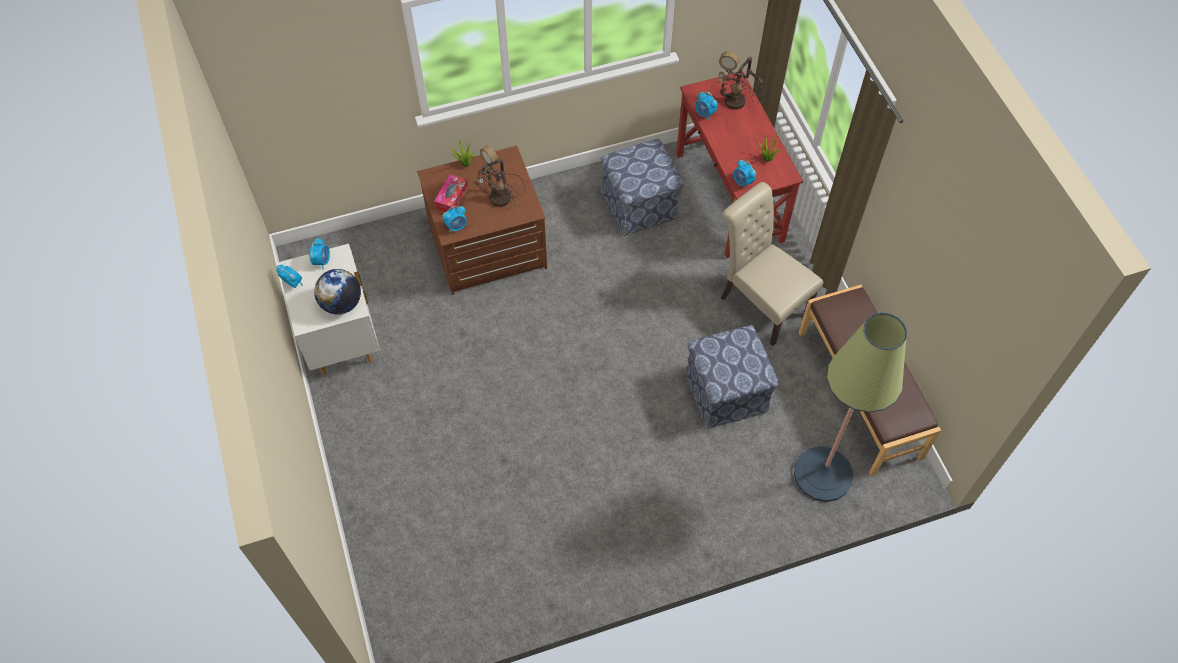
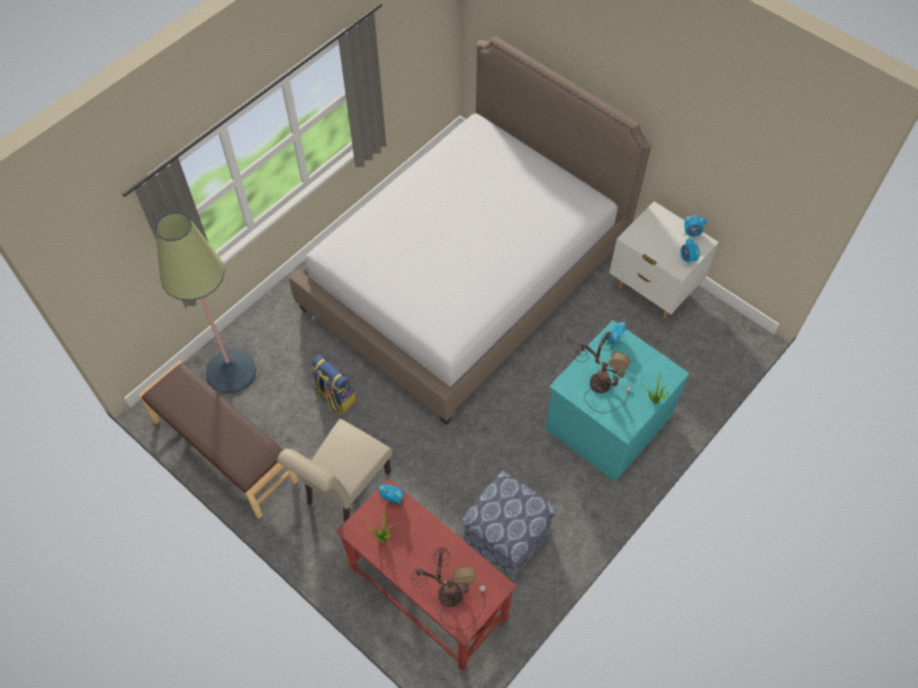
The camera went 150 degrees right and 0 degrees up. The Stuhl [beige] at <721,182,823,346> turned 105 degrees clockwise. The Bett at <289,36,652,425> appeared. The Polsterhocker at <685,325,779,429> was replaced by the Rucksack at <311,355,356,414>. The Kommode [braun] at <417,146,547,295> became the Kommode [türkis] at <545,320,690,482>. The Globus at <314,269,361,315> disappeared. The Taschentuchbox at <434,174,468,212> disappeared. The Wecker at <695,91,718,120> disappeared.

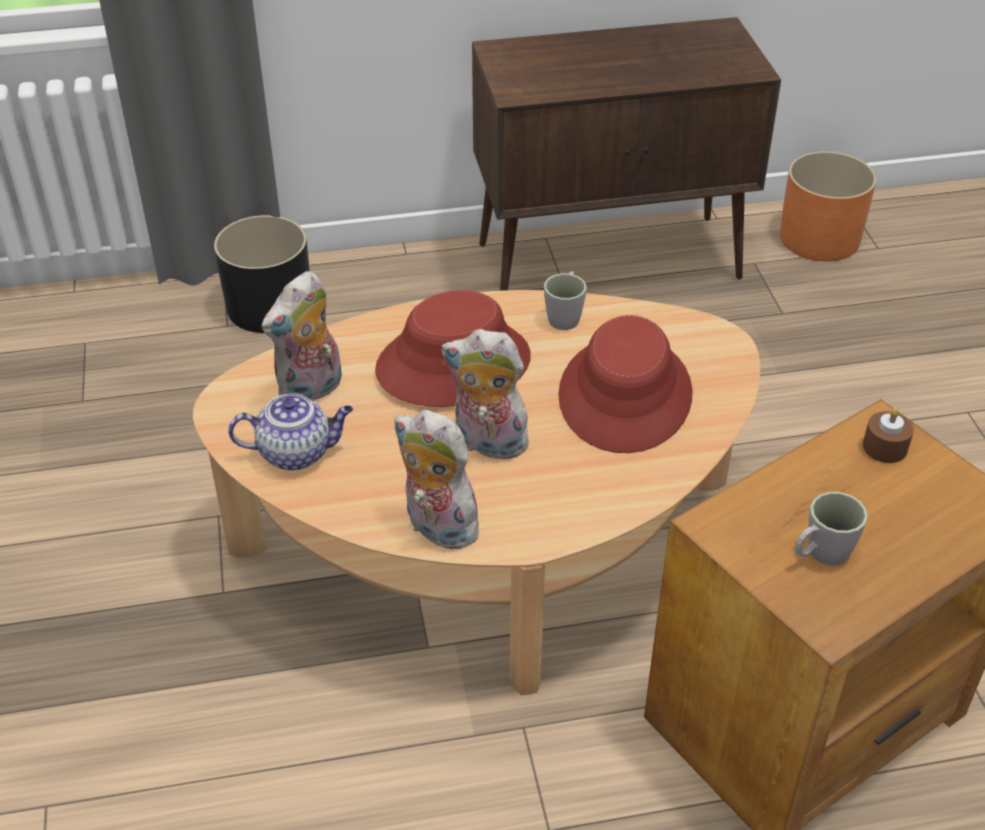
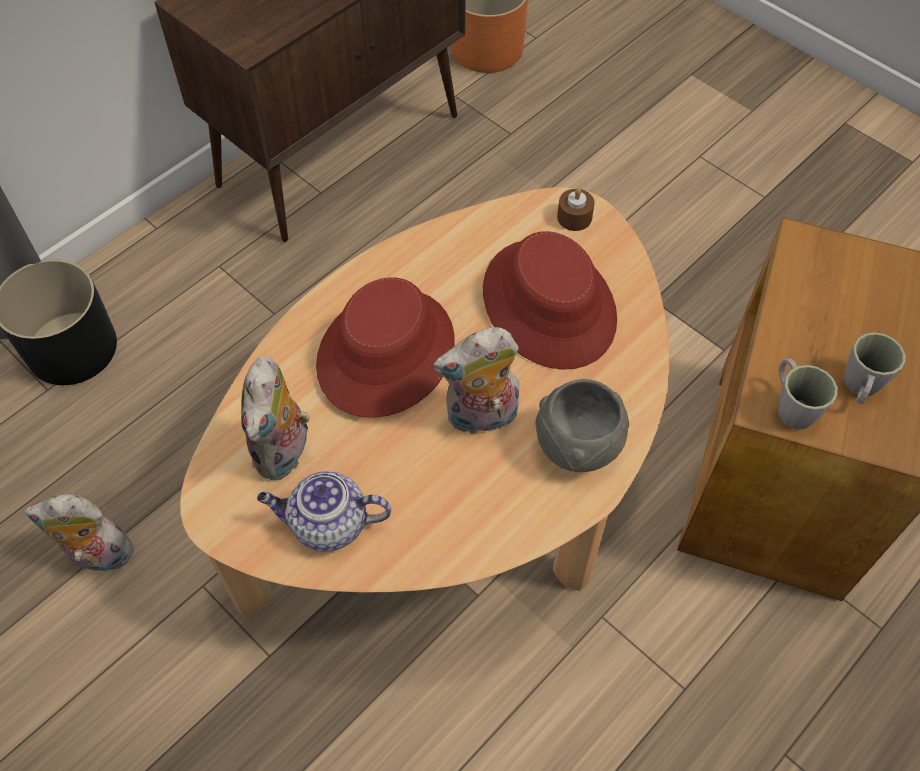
The camera went 35 degrees left and 15 degrees up. The Plüschtier moved from <394,410,487,549> to <24,494,136,572>. The Teekanne at <228,394,353,471> turned 135 degrees counterclockwise. The Schüssel [grau] at <536,379,629,472> appeared. The Kerze [braun] moved from <863,408,914,463> to <557,188,595,231>. The Henkelbecher [grau] moved from <544,271,587,330> to <778,358,838,430>.

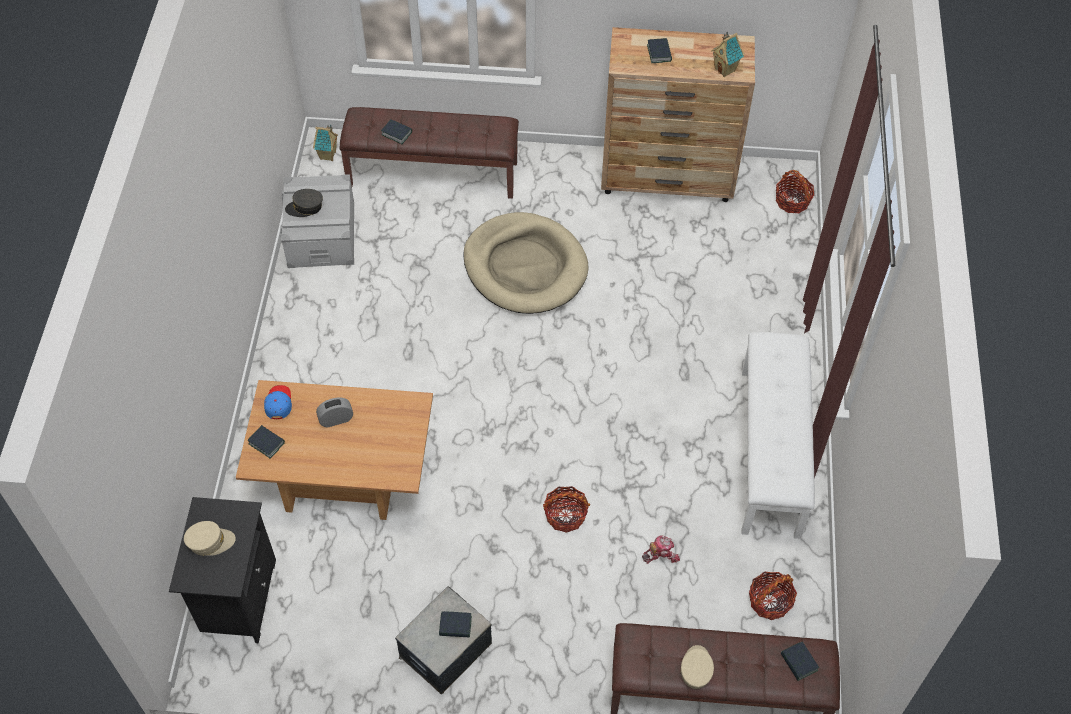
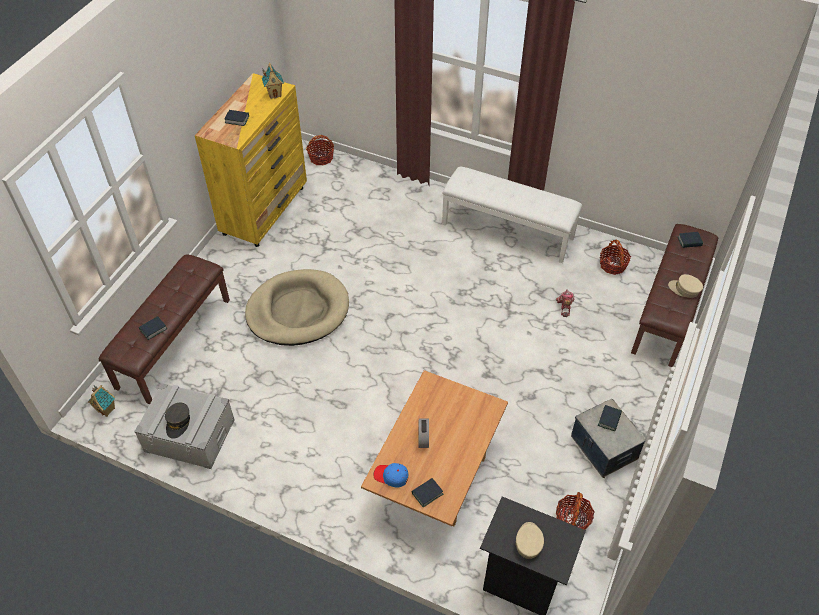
The camera went 70 degrees left and 5 degrees down. The Kommode [braun] at <601,27,755,202> became the Kommode [gelb] at <195,73,307,247>. The Korb moved from <543,486,590,533> to <556,492,595,530>.

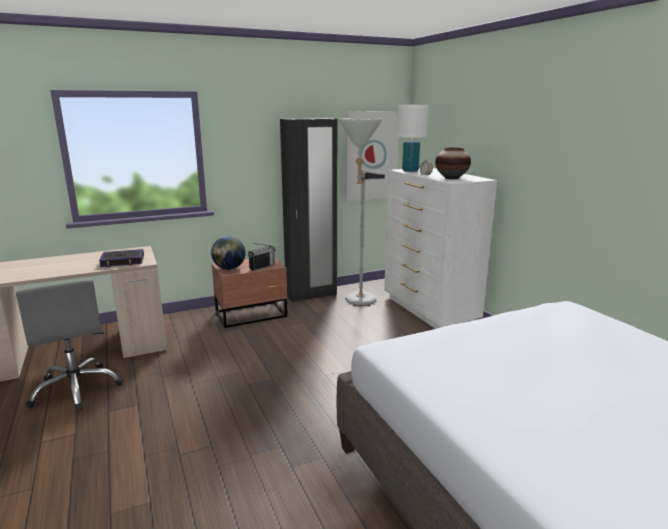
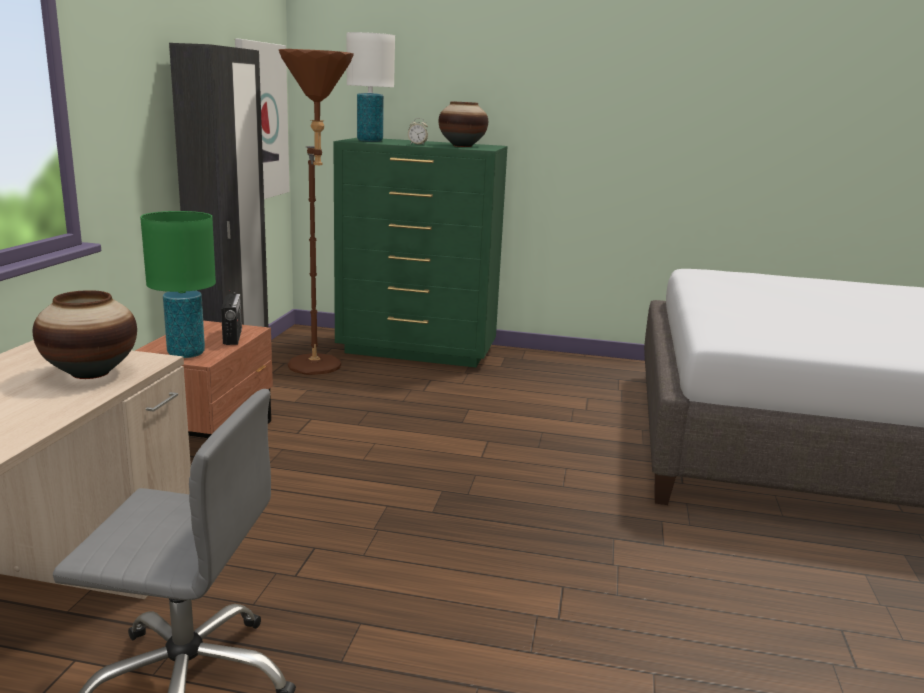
The camera went 55 degrees left and 0 degrees up. The Buch at <99,249,144,267> was replaced by the Vase at <33,290,137,379>. The Globus at <211,236,246,270> was replaced by the Tischlampe [grün] at <140,211,216,358>. The Stehlampe [grau] at <339,118,382,305> became the Stehlampe [braun] at <279,49,354,375>. The Kommode [weiß] at <384,168,497,329> became the Kommode [grün] at <333,138,508,368>.

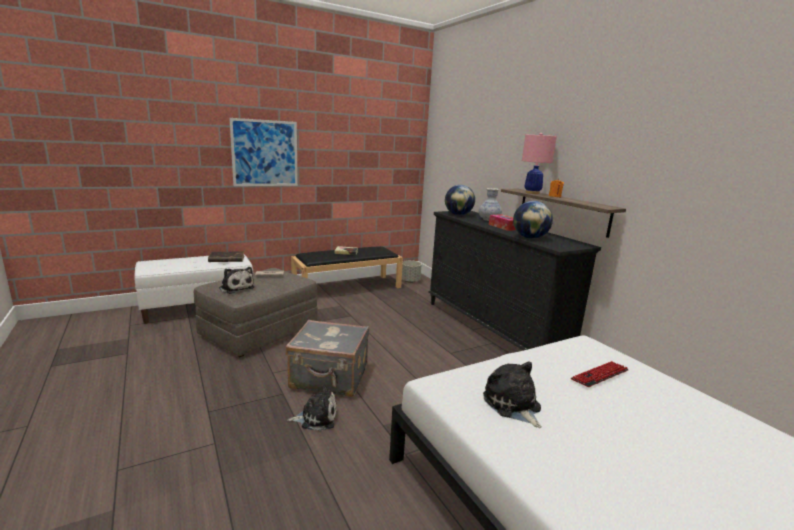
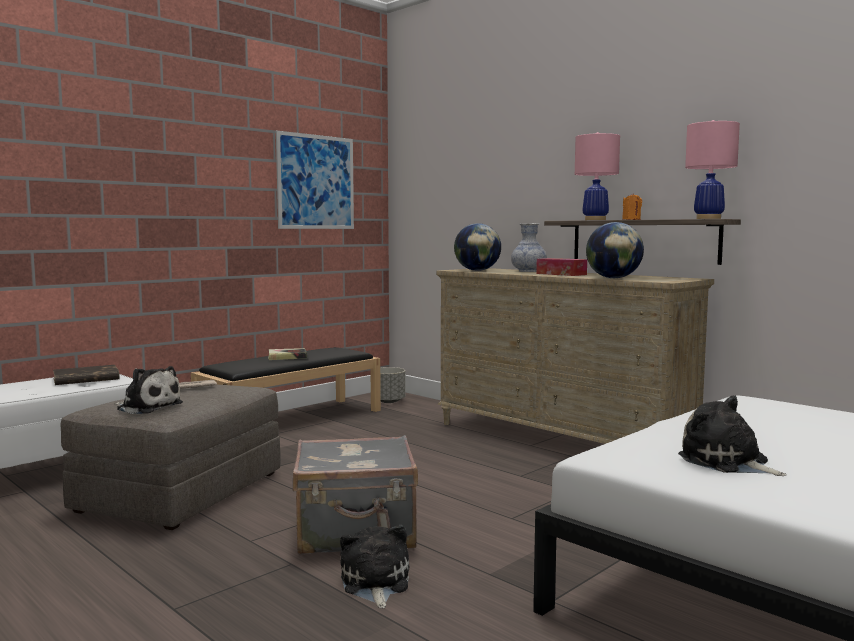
The camera went 15 degrees left and 10 degrees down. The Bild moved from <229,118,298,186> to <276,131,354,229>. The Plüschtier at <287,384,337,431> turned 75 degrees counterclockwise. The Kommode [schwarz] at <429,211,601,351> became the Kommode [beige] at <436,268,714,444>. The Tischlampe [rosa] at <685,120,740,219> appeared. The Tastatur at <571,361,629,387> disappeared.

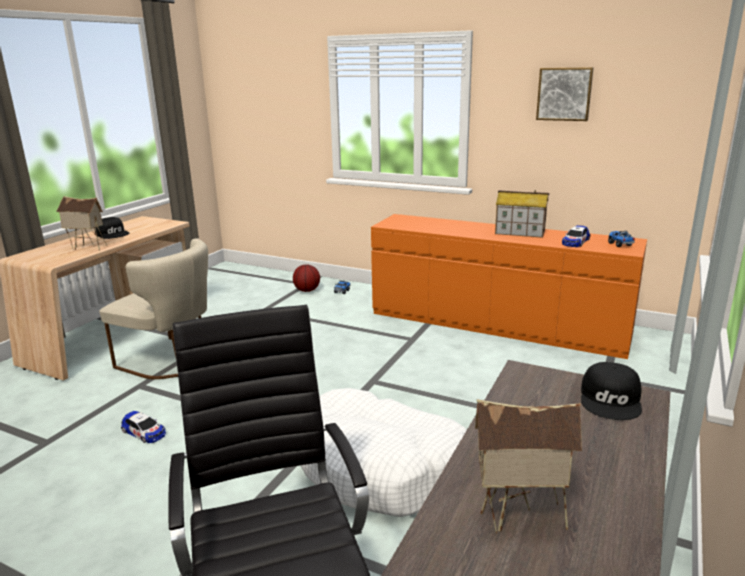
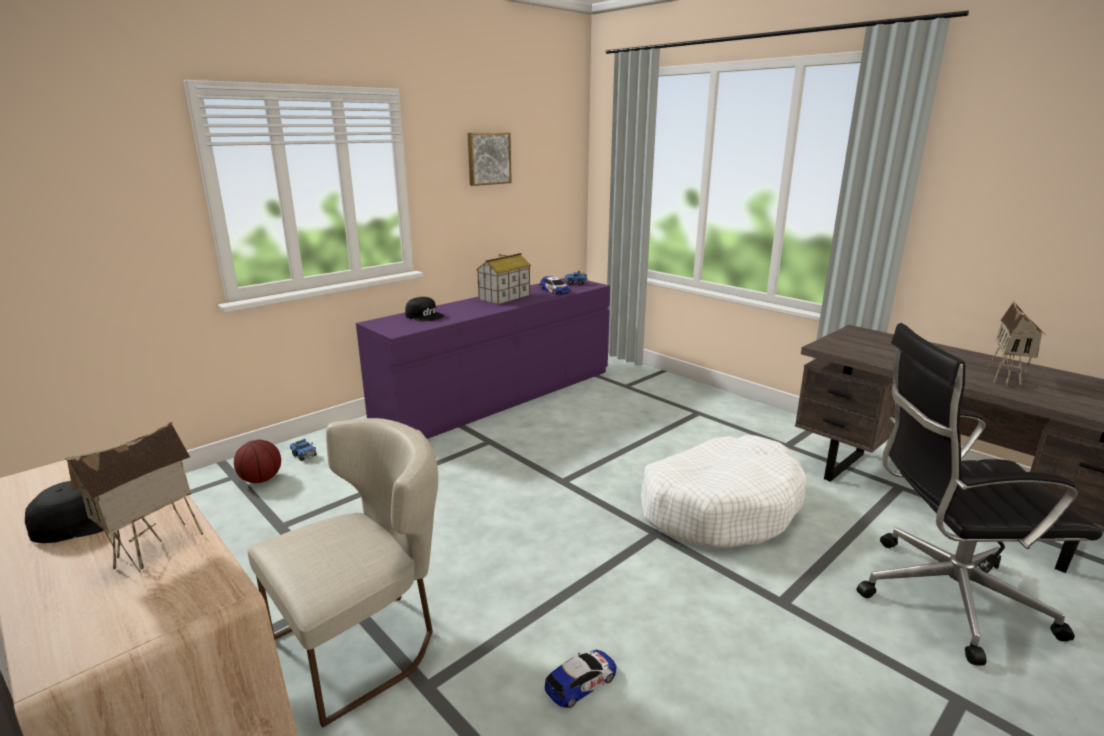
The camera went 70 degrees left and 0 degrees up. The Kommode [orange] at <371,214,647,359> became the Kommode [lila] at <356,278,610,439>. The Kappe [schwarz] moved from <581,362,642,420> to <405,297,444,321>.

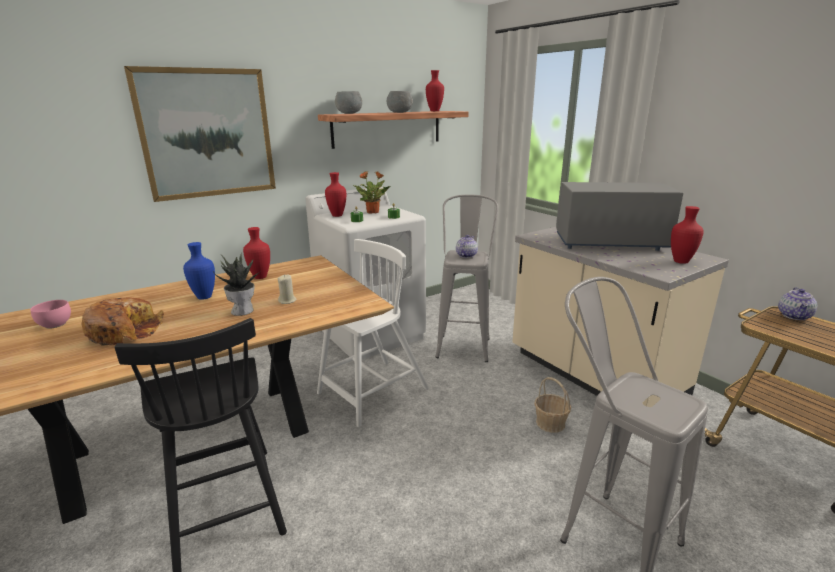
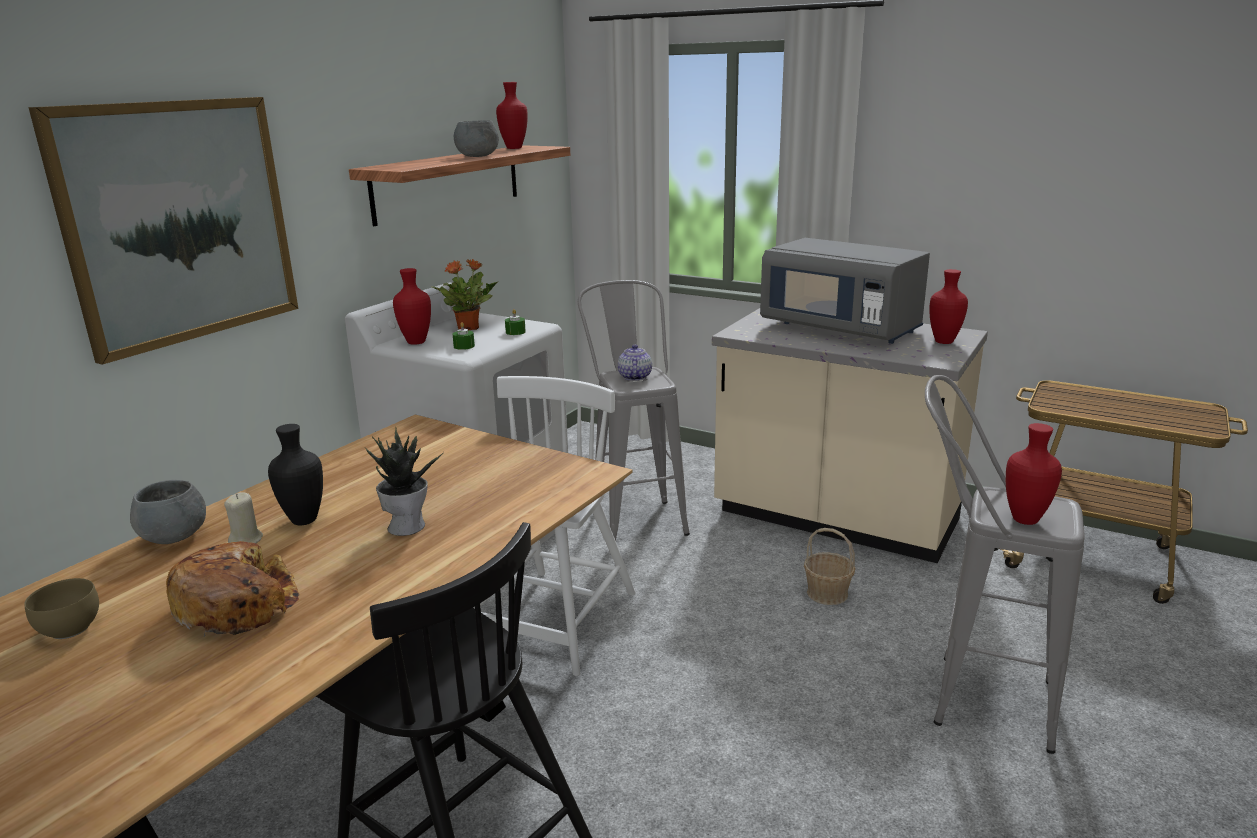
The camera went 25 degrees left and 0 degrees up. The Schüssel [rosa] at <30,300,71,329> became the Schüssel [braun] at <24,578,99,639>. The Schüssel [grau] moved from <335,91,362,114> to <130,480,206,544>. The Kerze [beige] moved from <278,274,297,304> to <224,493,263,543>. The Vase [blau] at <183,242,215,300> became the Vase [schwarz] at <268,424,323,525>. The Mikrowelle [grau] at <556,182,683,251> turned 120 degrees counterclockwise. The Vase [rot] moved from <243,227,270,279> to <1006,423,1062,525>. The Teekanne at <778,287,817,320> disappeared.

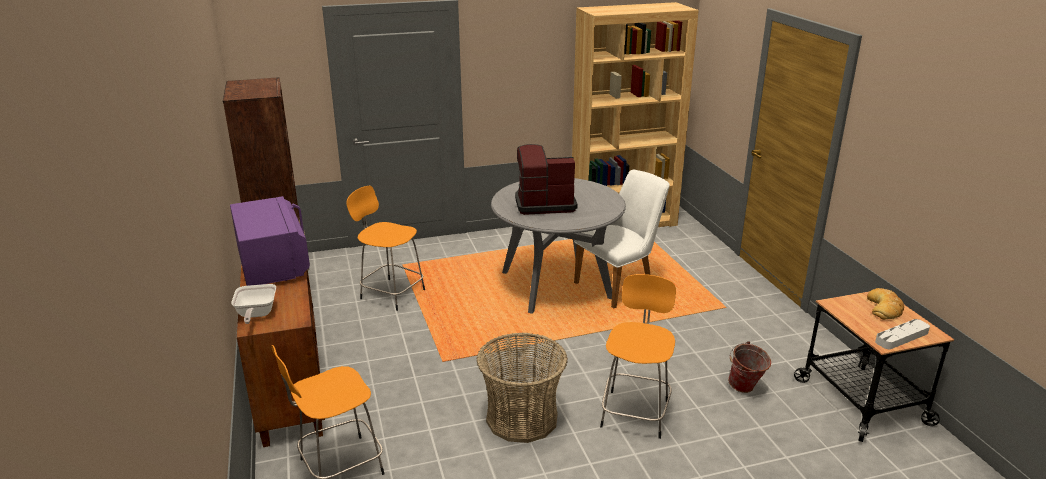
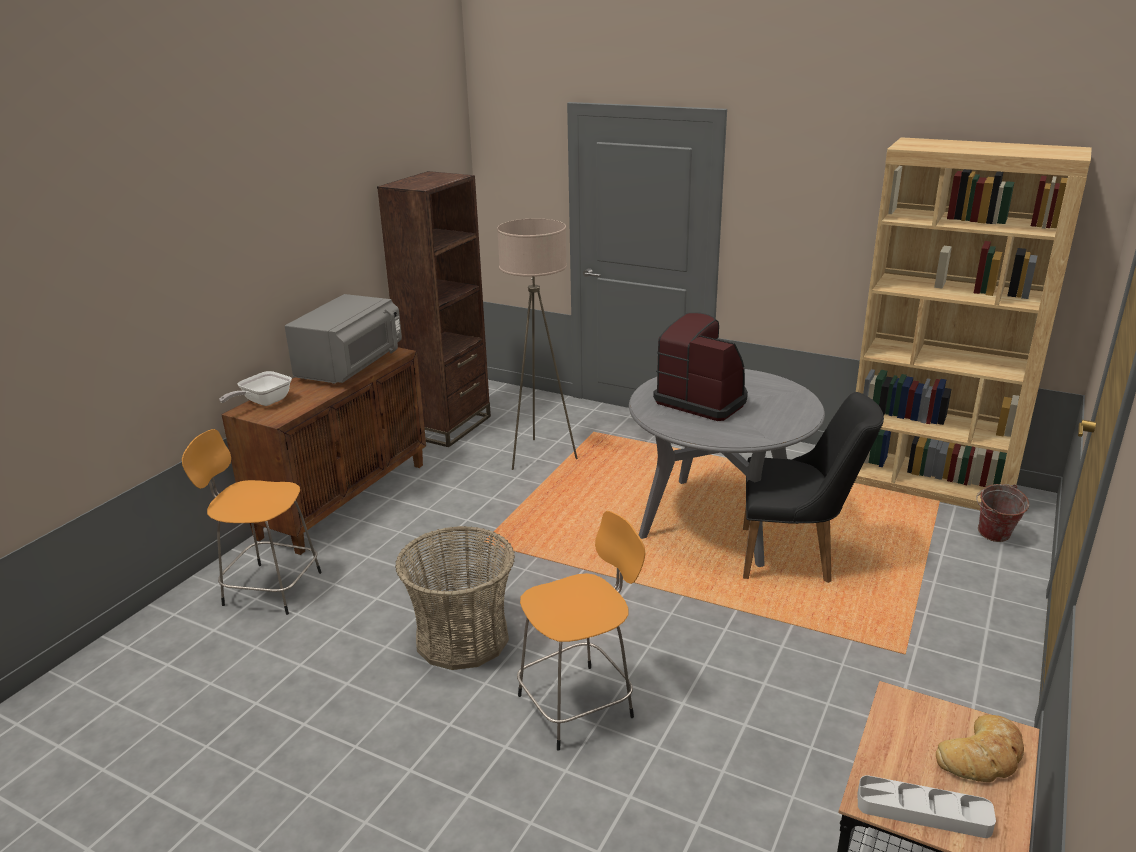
The camera went 45 degrees right and 0 degrees up. The Mikrowelle [lila] at <230,196,310,286> became the Mikrowelle [grau] at <285,294,402,384>. The Hocker [orange] at <346,186,425,311> was replaced by the Stehlampe [beige] at <497,219,578,470>. The Stuhl [weiß] at <574,170,670,309> became the Stuhl [schwarz] at <743,392,884,583>. The Eimer moved from <728,341,771,393> to <976,484,1029,542>.

